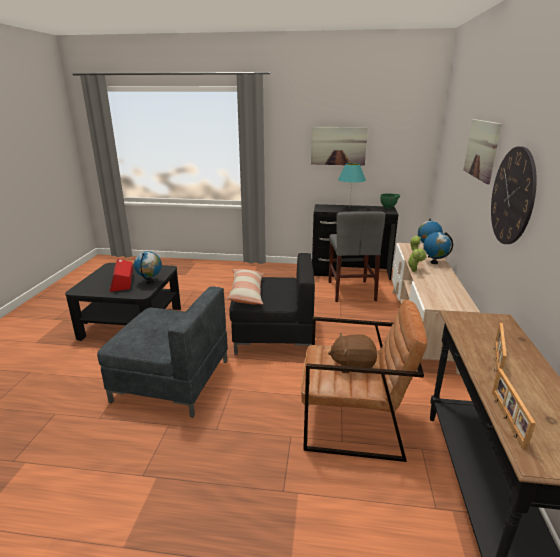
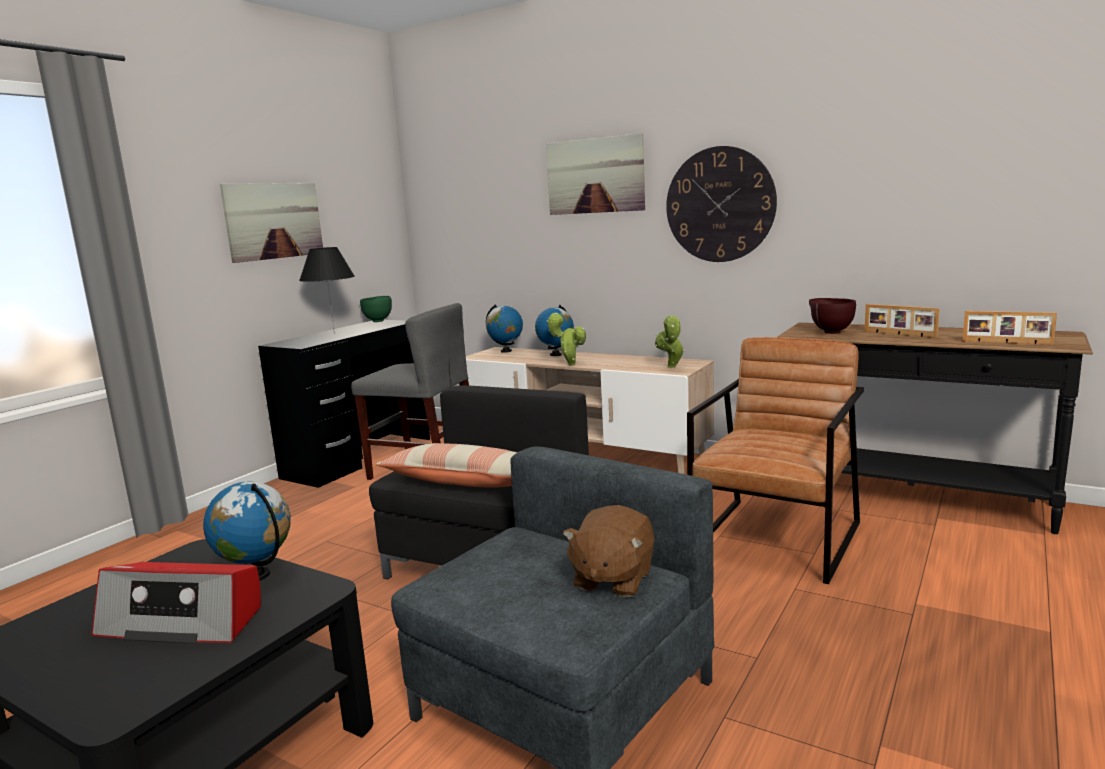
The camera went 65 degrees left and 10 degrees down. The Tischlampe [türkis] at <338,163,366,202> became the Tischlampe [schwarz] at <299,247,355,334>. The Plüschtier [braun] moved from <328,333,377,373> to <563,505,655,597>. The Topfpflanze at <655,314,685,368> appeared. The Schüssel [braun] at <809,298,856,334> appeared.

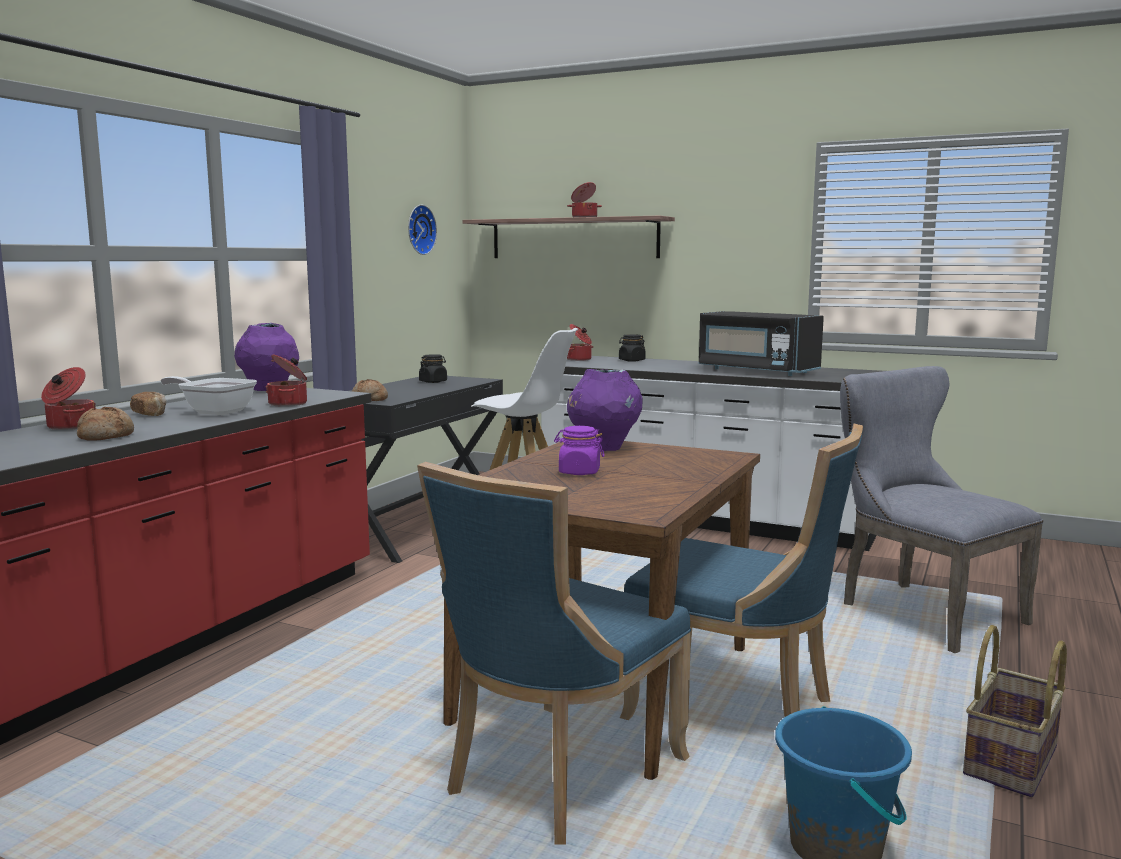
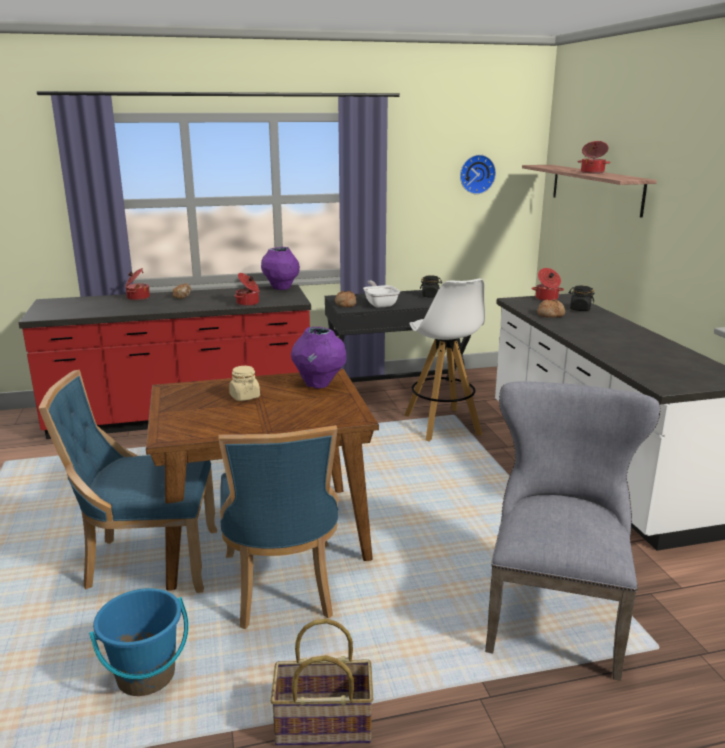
The camera went 50 degrees right and 10 degrees up. The Vorratsglas [lila] at <554,426,605,475> became the Vorratsglas [beige] at <229,366,260,401>. The Pfanne moved from <160,376,257,415> to <363,281,400,308>. The Brot moved from <77,407,134,441> to <537,299,565,317>. The Mikrowelle [schwarz] at <699,311,824,376> disappeared.

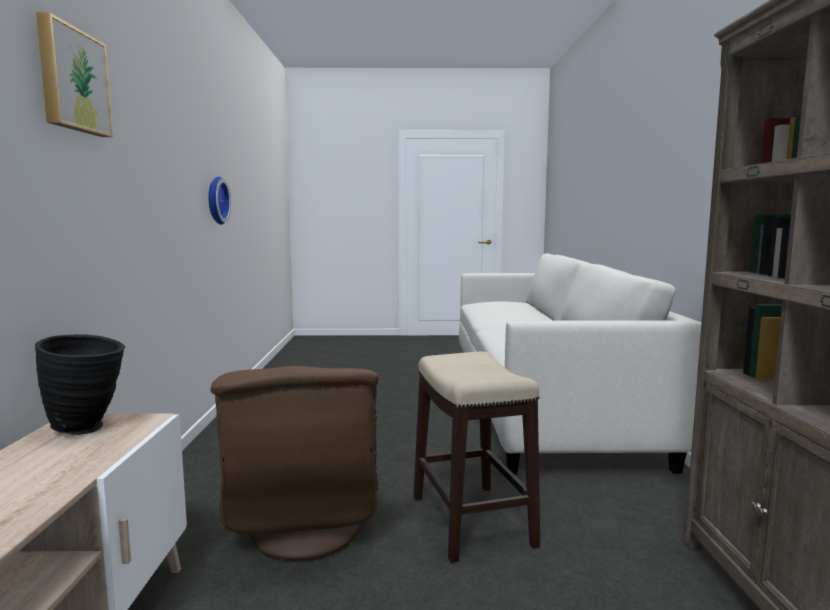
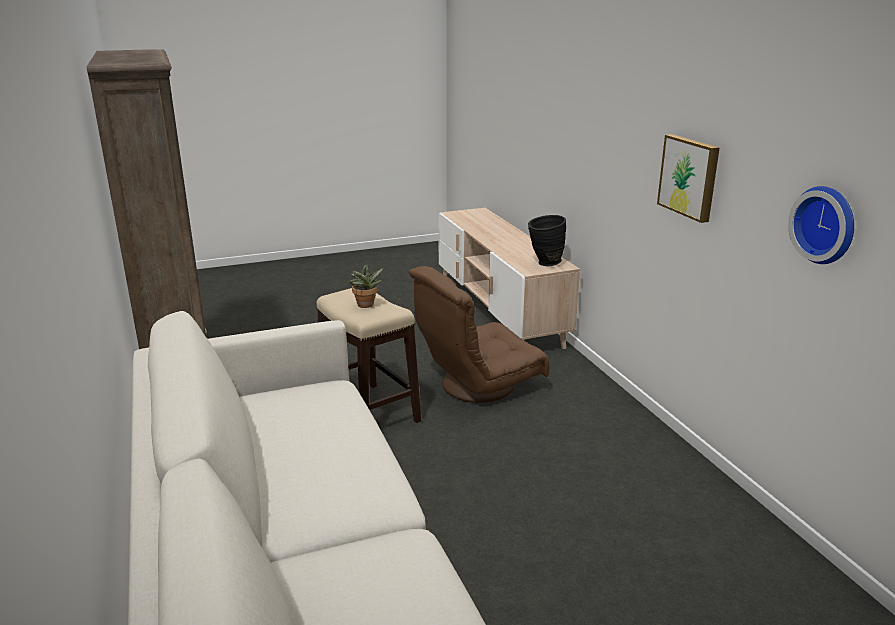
The camera went 160 degrees right and 15 degrees up. The Topfpflanze at <349,264,384,308> appeared. The Sessel [braun] at <210,366,379,560> turned 90 degrees counterclockwise. The Bild moved from <36,12,113,137> to <657,134,719,223>.

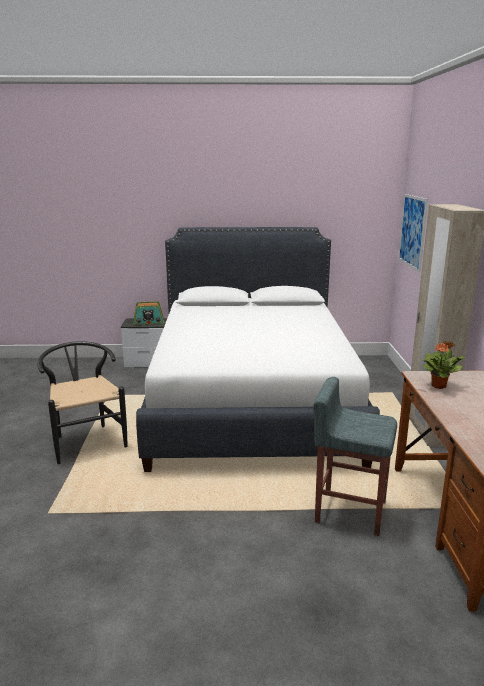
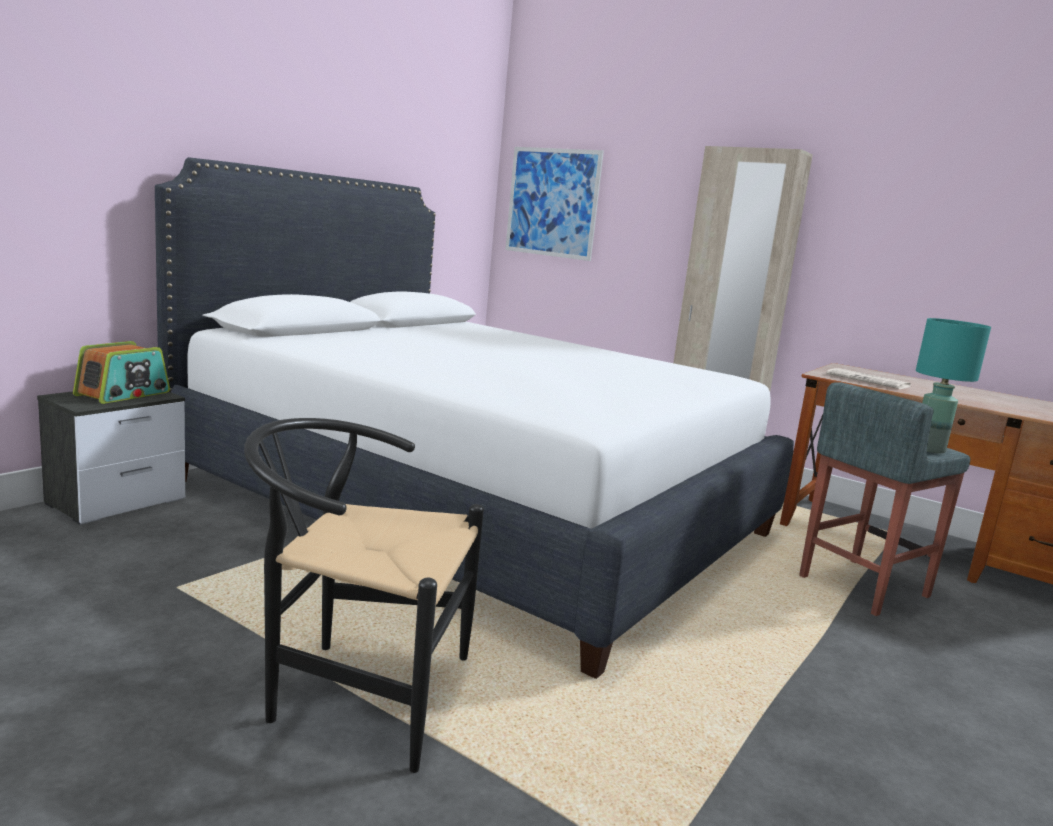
The camera went 55 degrees left and 5 degrees down. The Topfpflanze at <423,341,465,389> was replaced by the Zeitung at <826,368,911,389>. The Tischlampe [türkis] at <916,318,991,453> appeared.

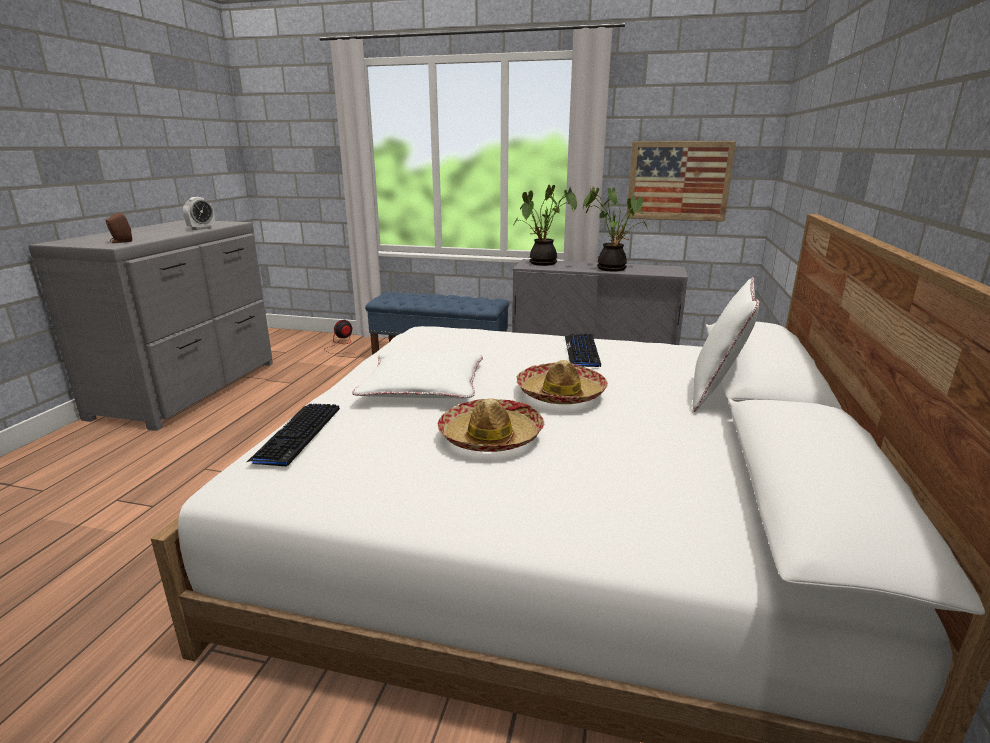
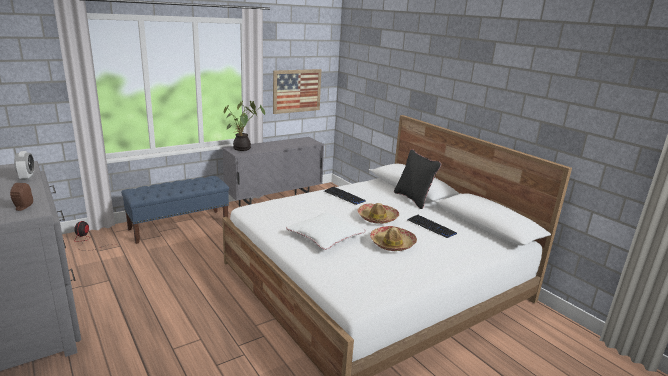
The camera went 50 degrees left and 0 degrees up. The Kissen [weiß] at <693,277,759,412> became the Kissen [schwarz] at <394,149,441,209>. The Tastatur moved from <247,404,340,466> to <408,215,457,238>. The Topfpflanze at <583,187,648,272> disappeared.

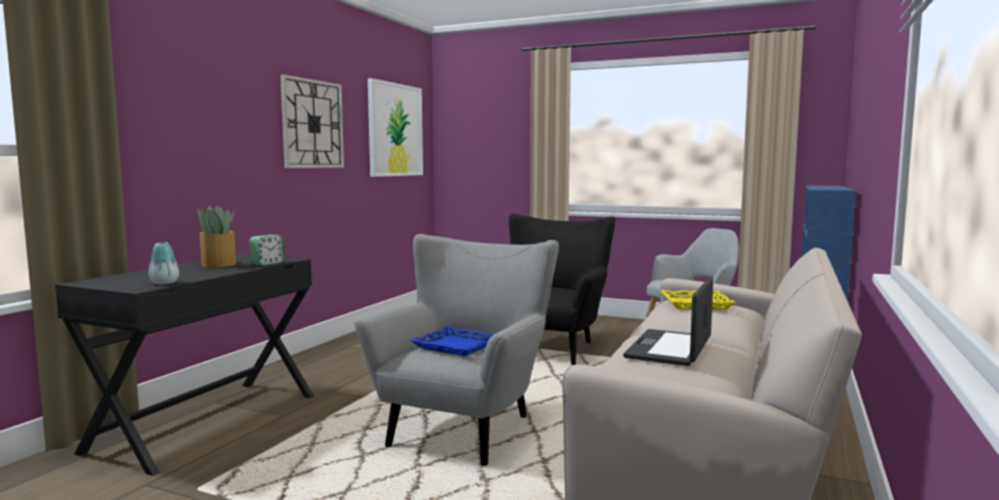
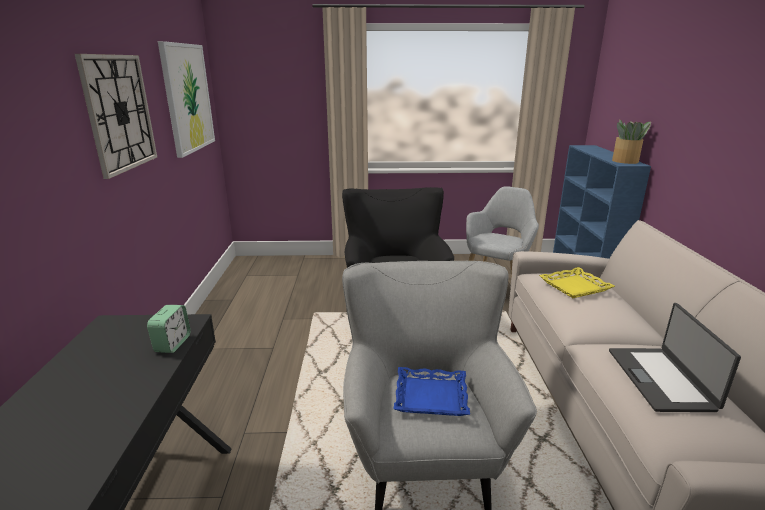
The camera went 25 degrees left and 15 degrees up. The Topfpflanze moved from <197,206,236,268> to <612,119,651,164>. The Vase at <149,242,179,285> disappeared.

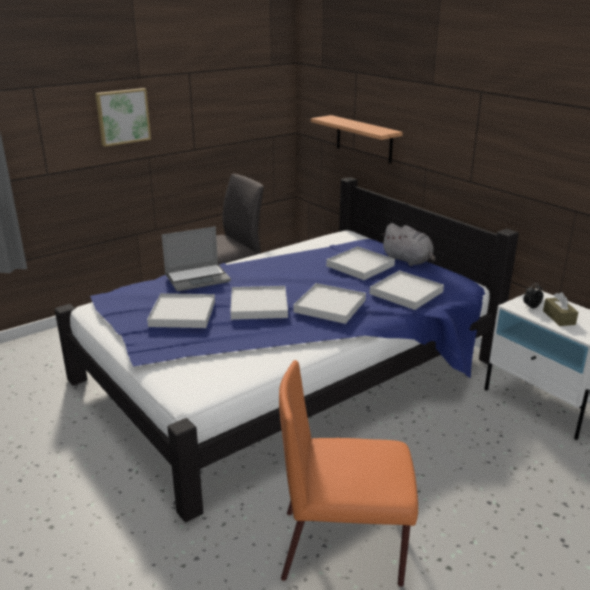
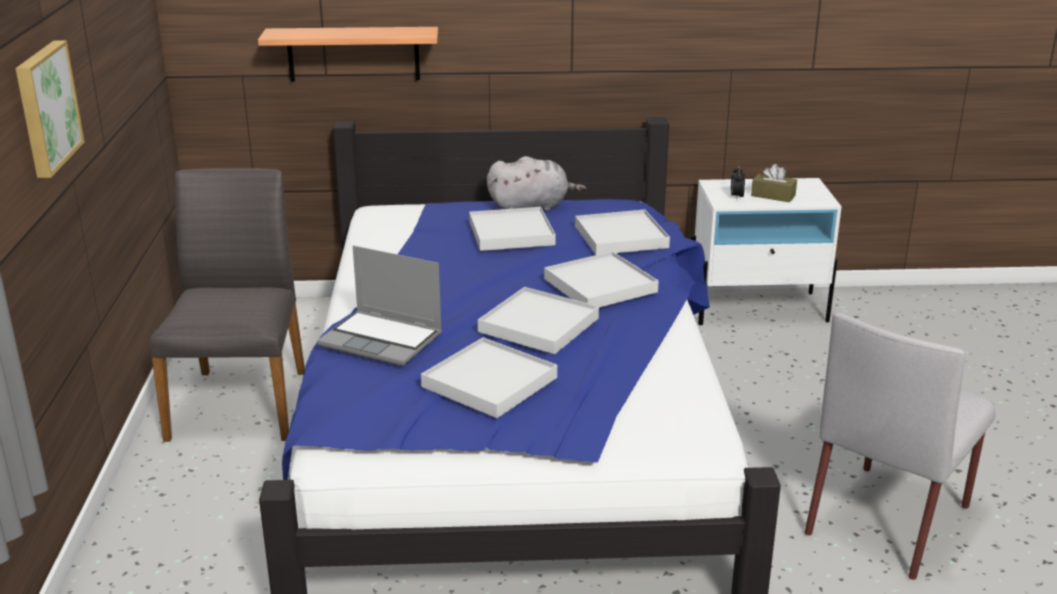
The camera went 55 degrees left and 0 degrees up. The Laptop at <161,226,231,291> turned 105 degrees clockwise. The Stuhl [orange] at <279,360,418,587> became the Stuhl [grau] at <805,312,996,580>.

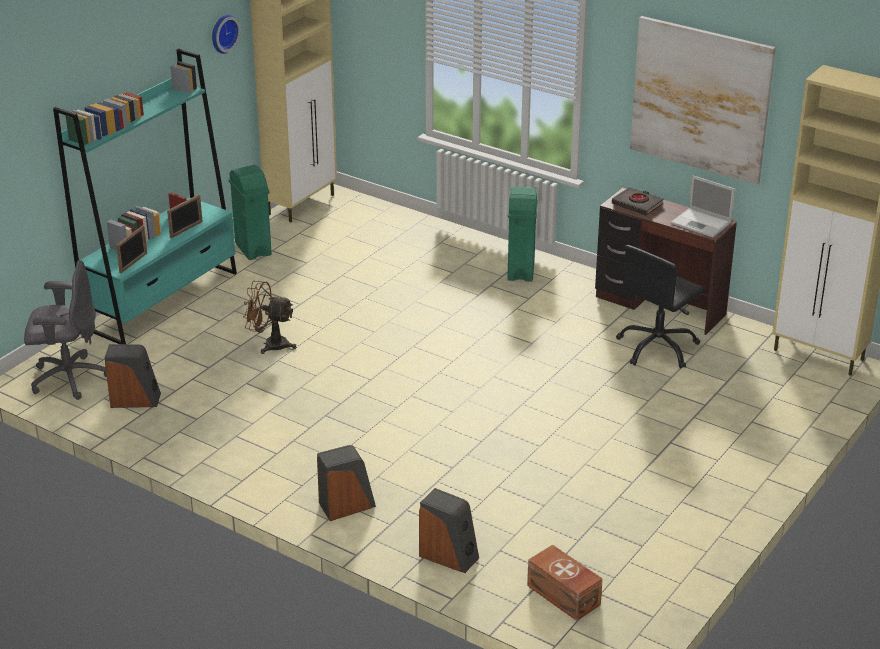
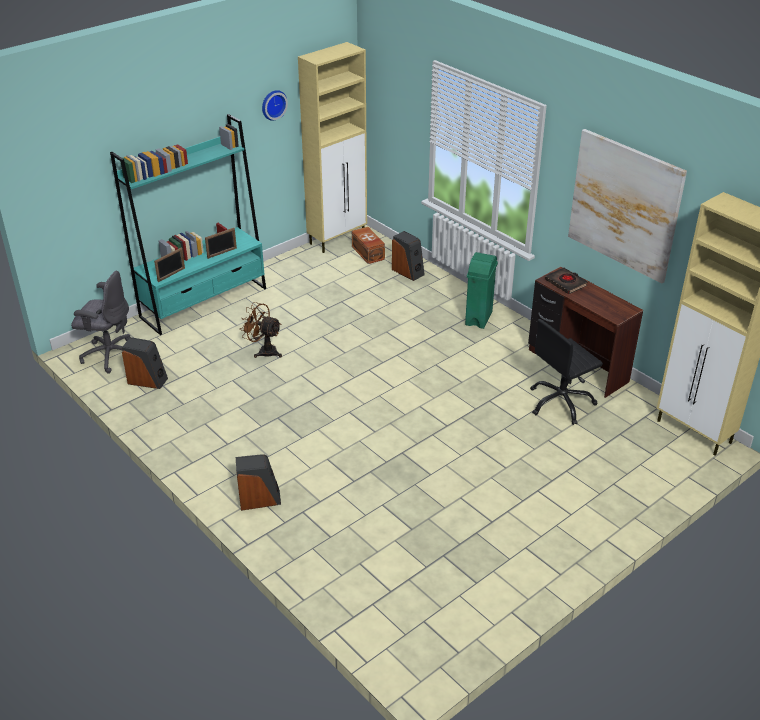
The camera went 15 degrees right and 5 degrees up. The Aufbewahrungsbox [braun] moved from <527,545,603,621> to <352,227,385,264>. The Lautsprecher moved from <419,488,479,573> to <392,231,425,281>. The Mülleimer [grün] at <228,165,272,260> disappeared. The Laptop at <671,175,735,237> disappeared.

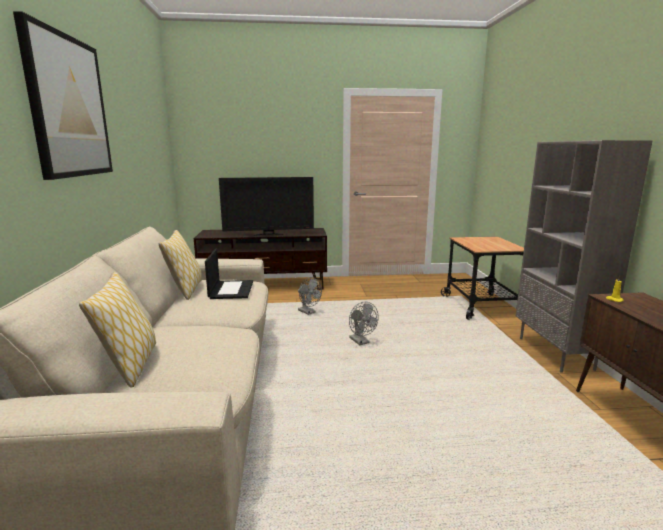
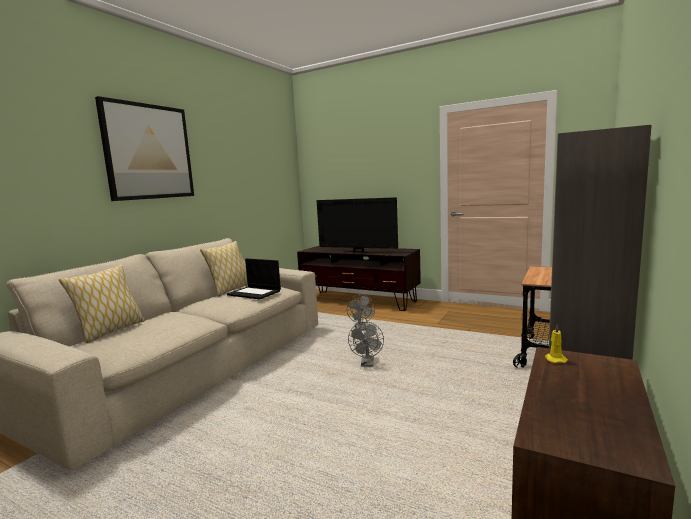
The camera went 35 degrees right and 5 degrees down. The Laptop at <205,249,253,299> turned 90 degrees clockwise.

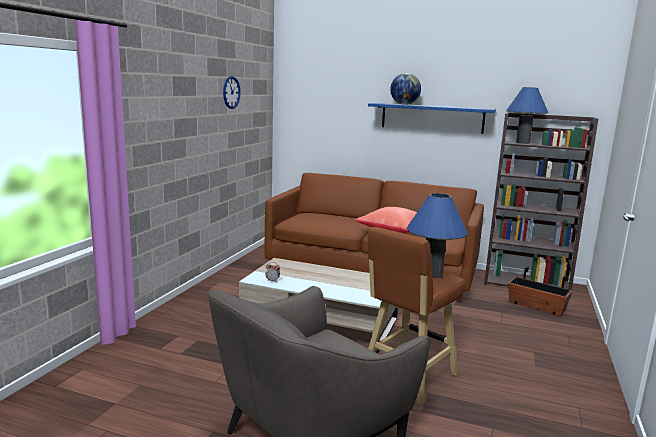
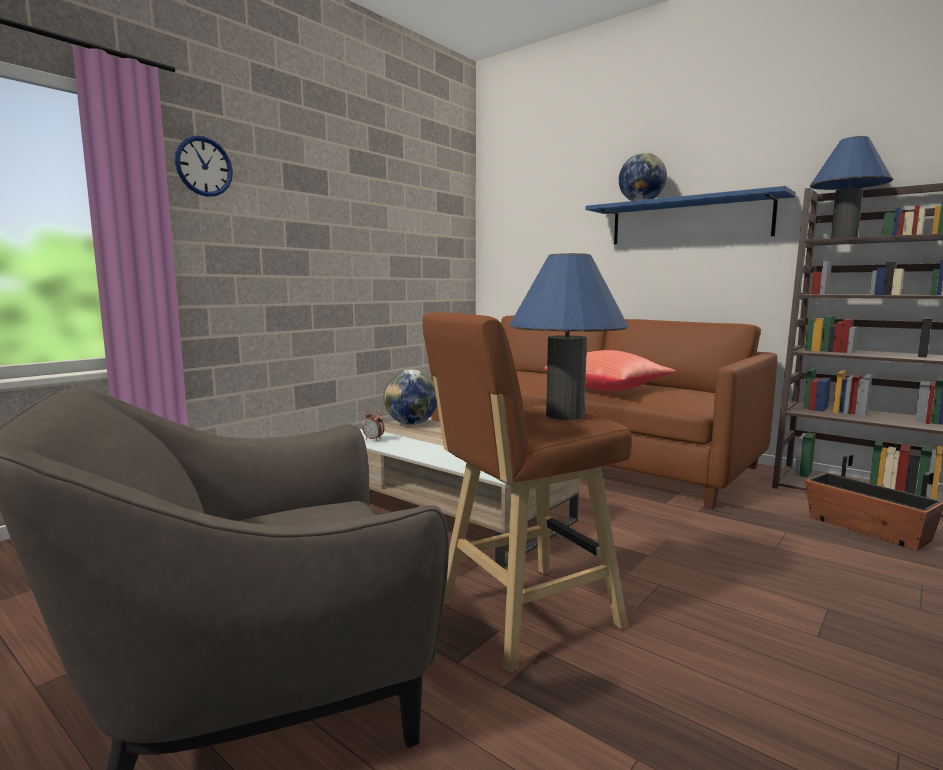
The camera went 20 degrees right and 5 degrees down. The Wanduhr moved from <223,76,240,109> to <175,136,233,197>. The Globus at <384,369,437,425> appeared.

